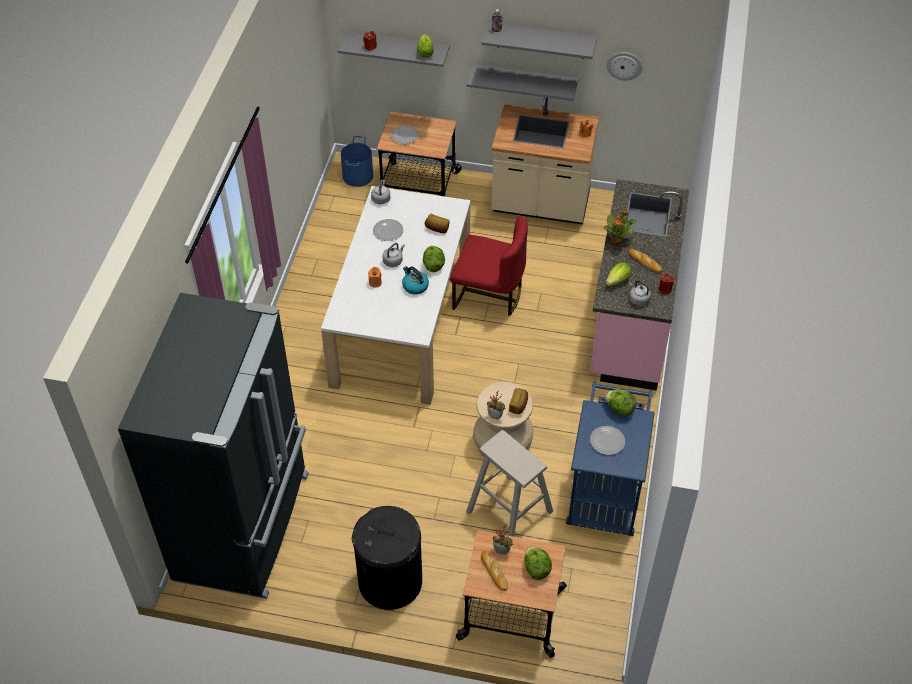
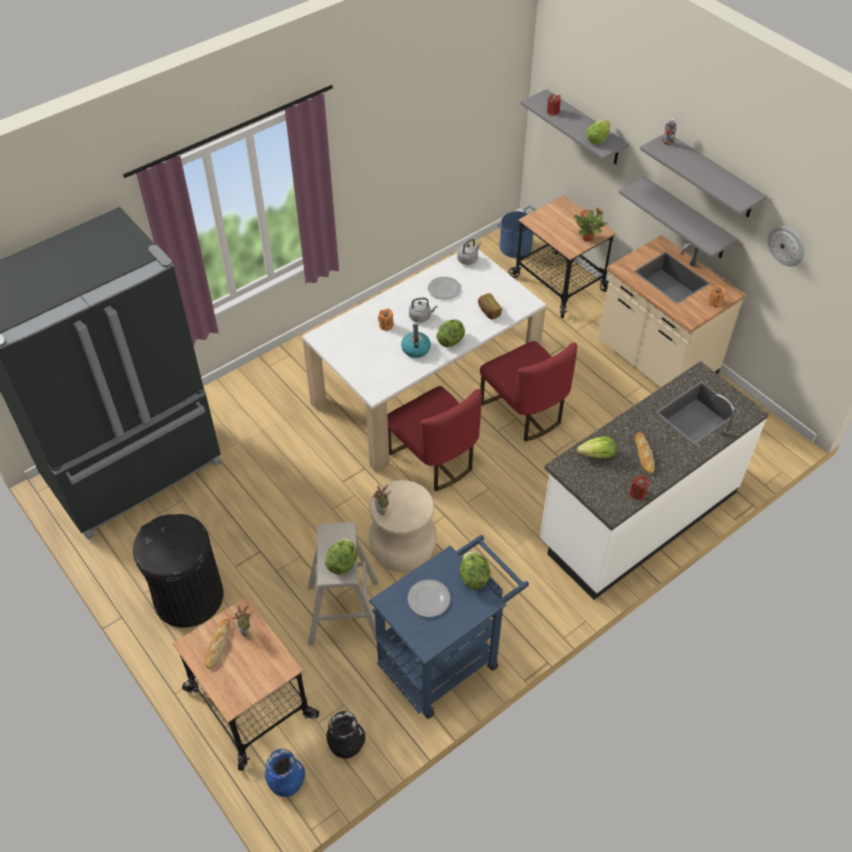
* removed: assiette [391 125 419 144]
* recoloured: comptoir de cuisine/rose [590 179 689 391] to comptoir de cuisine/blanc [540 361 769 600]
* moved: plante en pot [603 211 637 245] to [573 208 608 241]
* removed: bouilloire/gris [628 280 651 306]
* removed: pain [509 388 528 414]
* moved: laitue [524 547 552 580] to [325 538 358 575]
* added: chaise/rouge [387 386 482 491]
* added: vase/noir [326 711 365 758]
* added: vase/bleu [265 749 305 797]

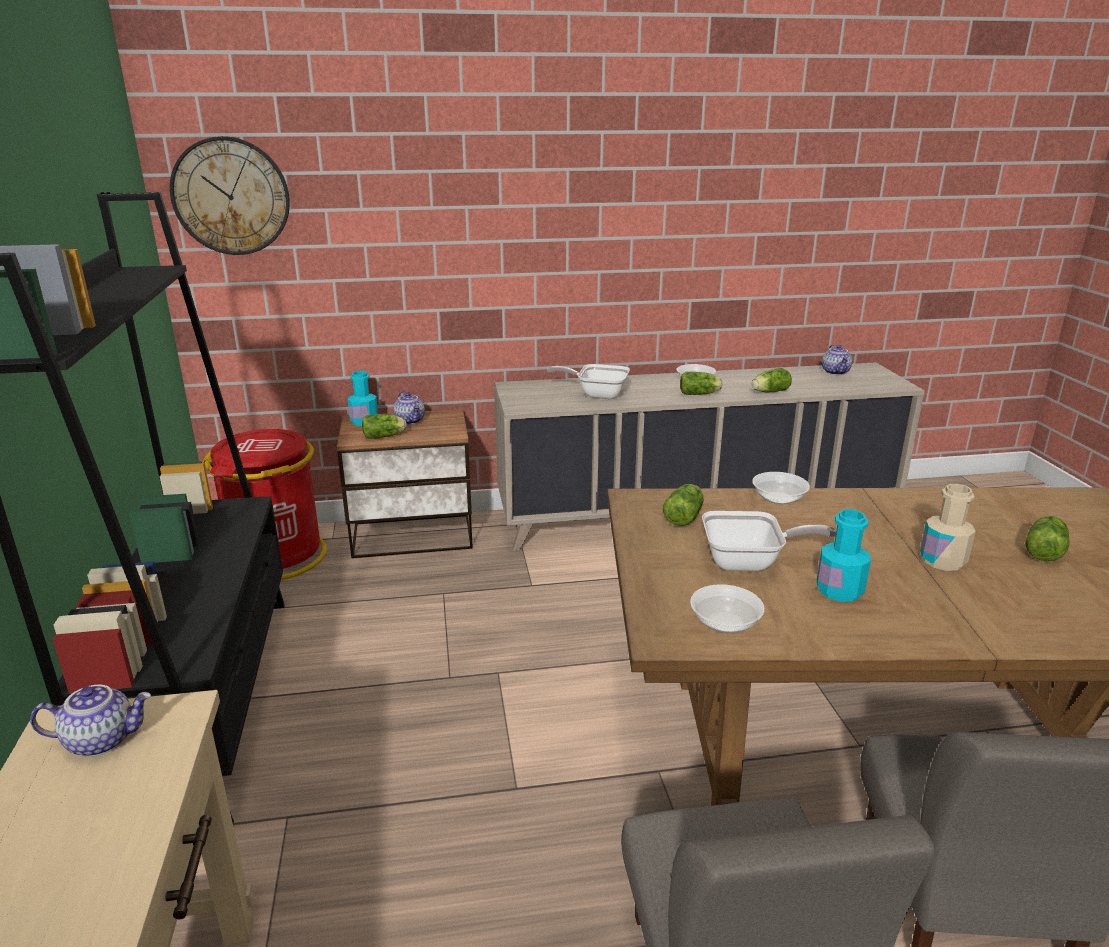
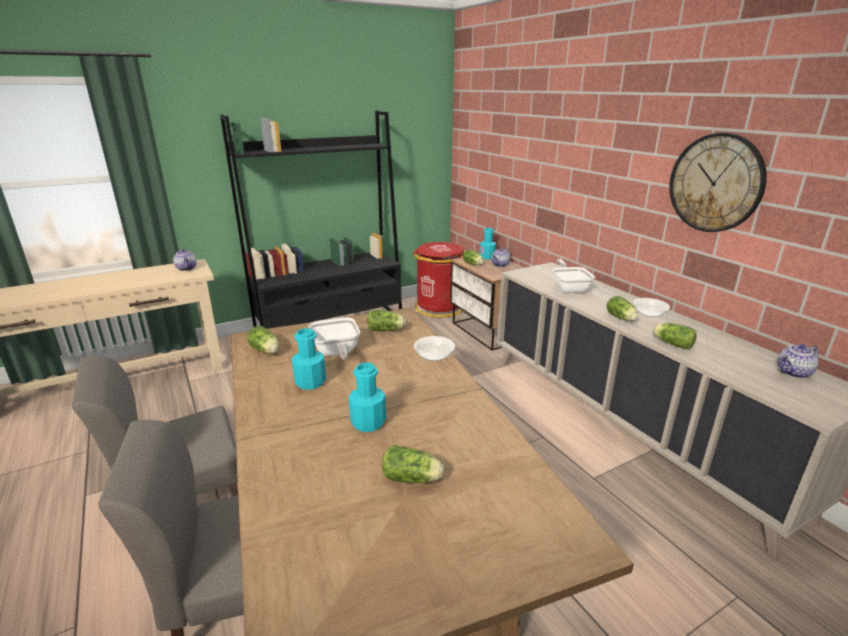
* moved: horloge murale [170 136 290 255] to [669 133 767 232]
* recoloured: bouteille/beige [920 484 976 571] to bouteille/turquoise [349 363 386 432]
* replaced: bol [690 584 765 633] to laitue [247 326 280 354]

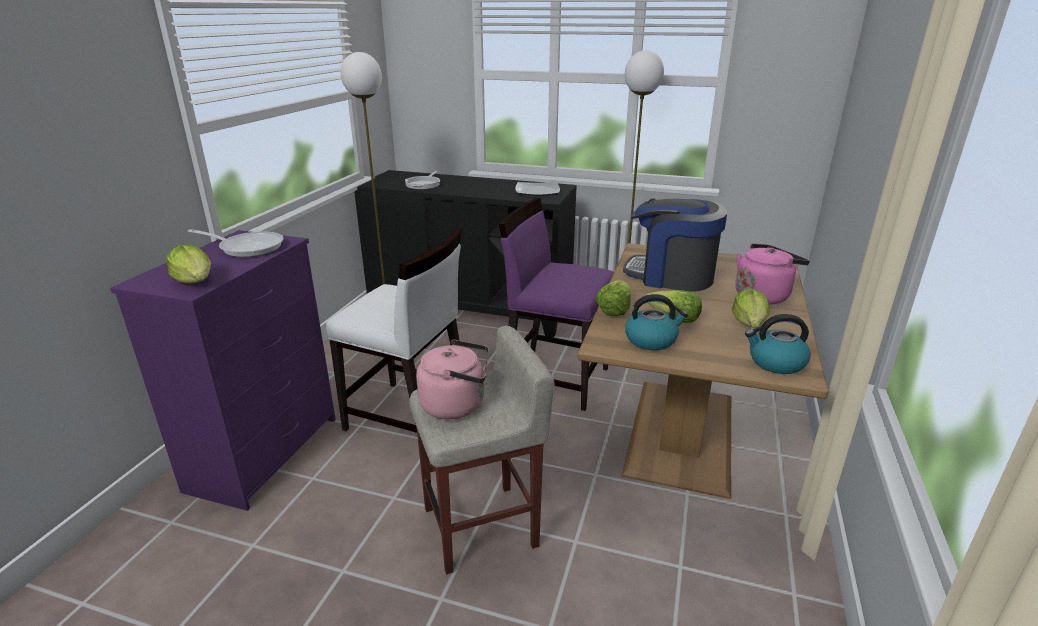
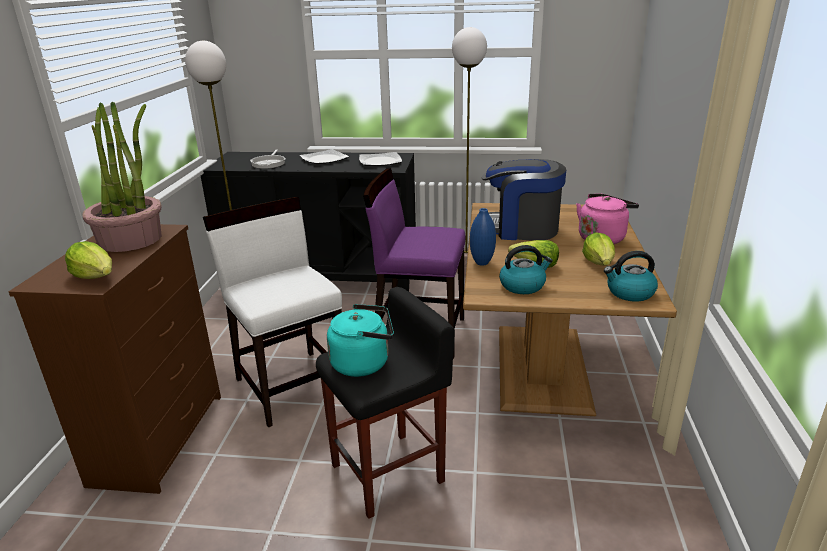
* turned: chaise/blanc [326 228 462 433] = [203 197 342 428] 135 degrees counterclockwise
* replaced: poêle [188 229 284 257] to plante en pot [82 102 162 252]
* recoloured: commode/violet [110 230 336 511] to commode/marron [9 224 221 494]
* replaced: laitue [595 281 631 316] to vase/bleu [470 208 496 266]
* recoloured: tabouret/beige [409 326 554 574] to tabouret/noir [316 287 455 519]
* recoloured: bouilloire/rose [416 339 489 419] to bouilloire/turquoise [327 304 394 377]
* added: assiette [300 149 349 164]

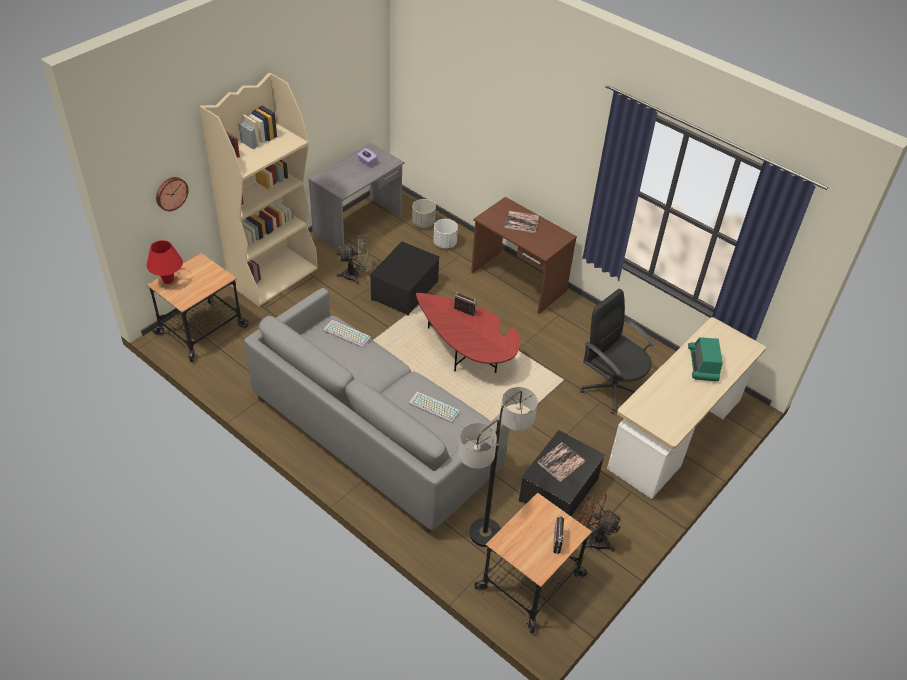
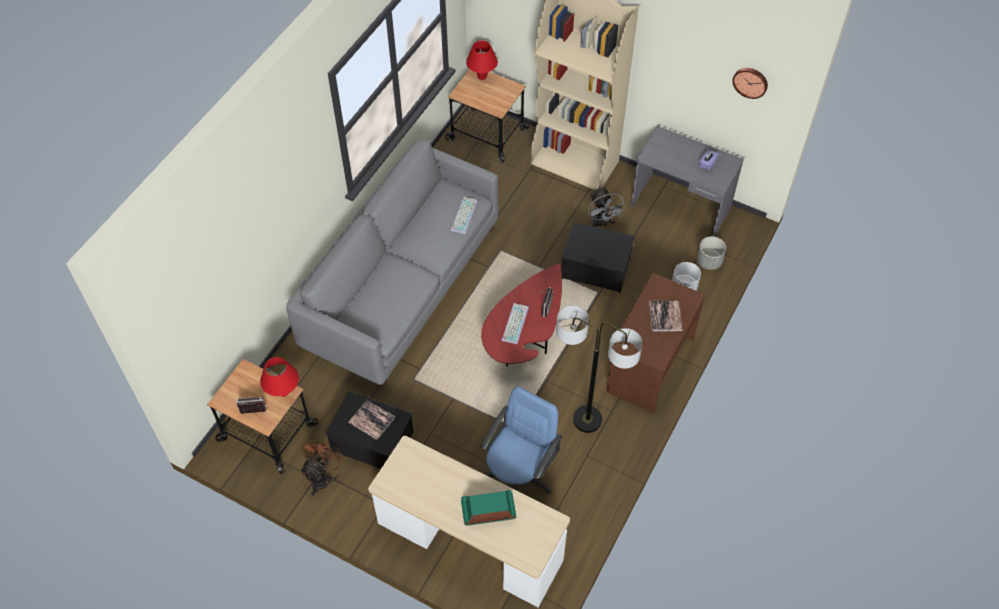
* moved: horloge murale [156 177 188 211] to [732 68 768 99]
* recoloured: chaise de bureau/noir [580 289 655 414] to chaise de bureau/bleu [480 386 562 494]
* moved: lampadaire [459 387 538 547] to [556 305 643 433]
* moved: clavier [409 391 460 423] to [502 303 529 344]
* added: lampe de table/rouge [260 357 299 397]

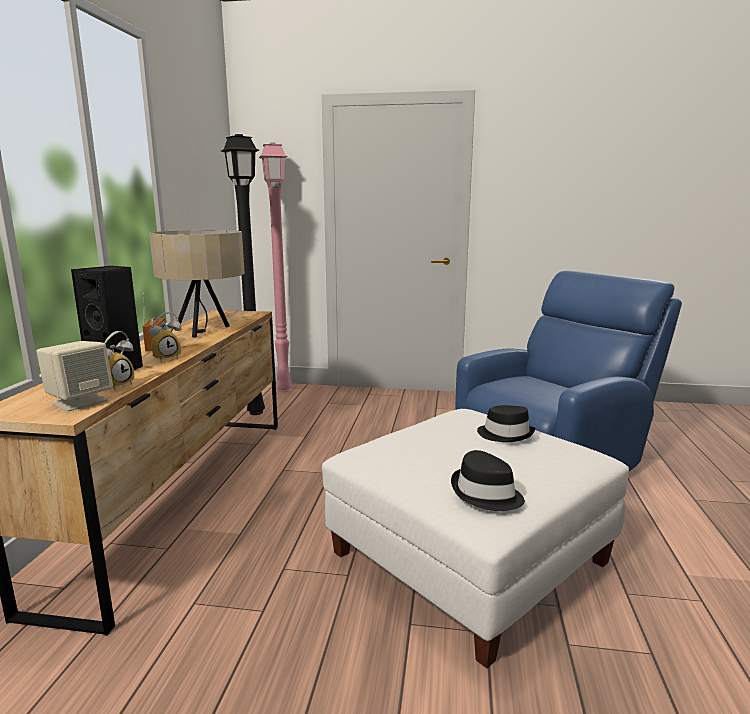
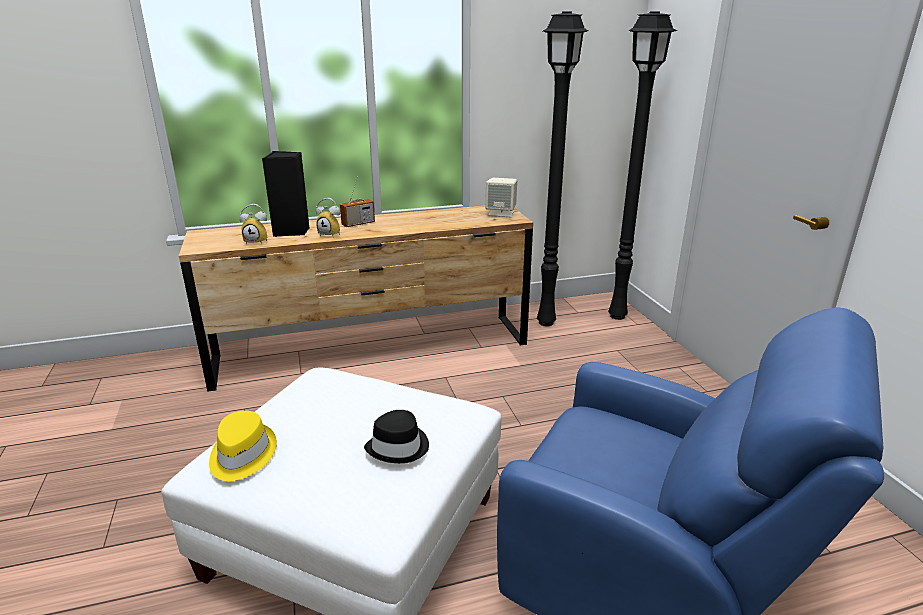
* recoloured: lampadaire/rose [259 142 292 392] to lampadaire/noir [608 11 677 320]
* removed: lampe de table/beige [149 230 245 338]
* moved: enceinte/beige [37 341 113 412] to [485 178 517 217]
* recoloured: chapeau/noir [451 450 525 511] to chapeau/jaune [209 411 277 481]

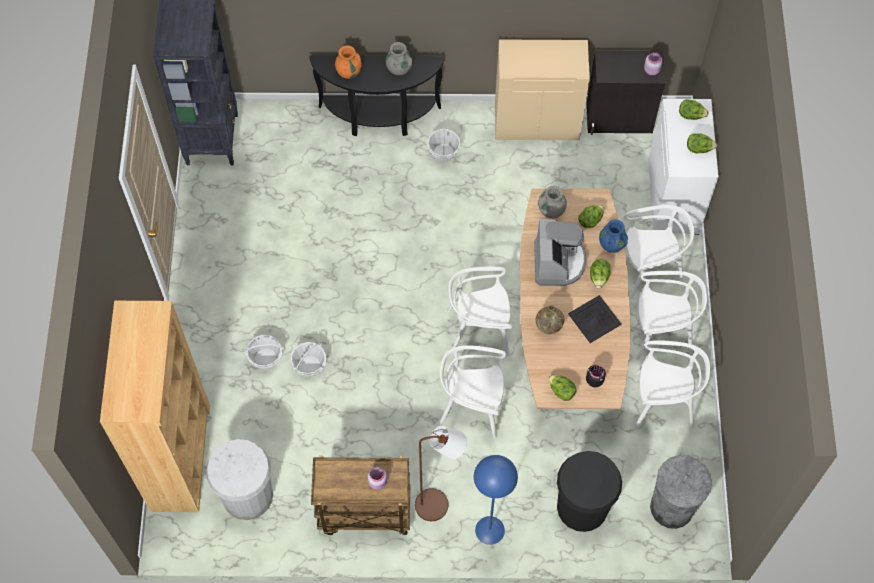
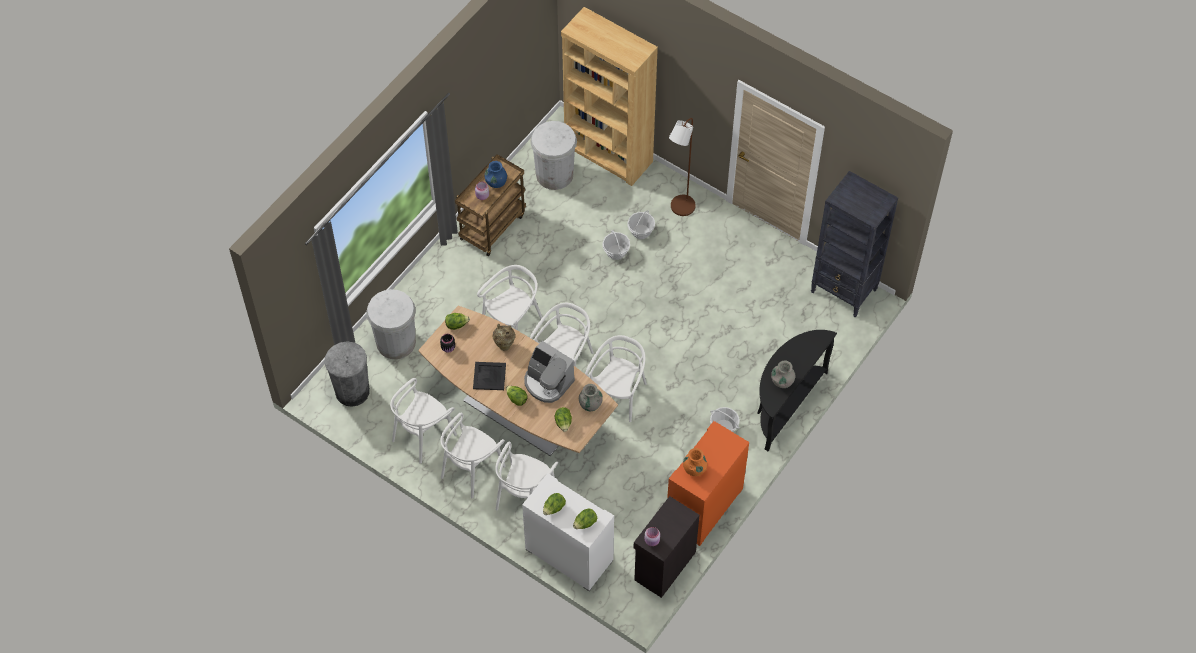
* recoloured: meuble de rangement/beige [495 39 590 140] to meuble de rangement/orange [667 421 749 546]
* moved: vase/orange [335 45 361 79] to [683 448 708 476]
* moved: vase/bleu [599 219 628 253] to [484 161 507 188]
* moved: lampadaire/marron [415 426 467 521] to [669 118 696 216]
* recoloured: poubelle/noir [557 451 622 532] to poubelle/blanc [366 289 416 359]
* removed: lampadaire/bleu [474 455 518 545]
* added: chaise/blanc [585 335 647 422]

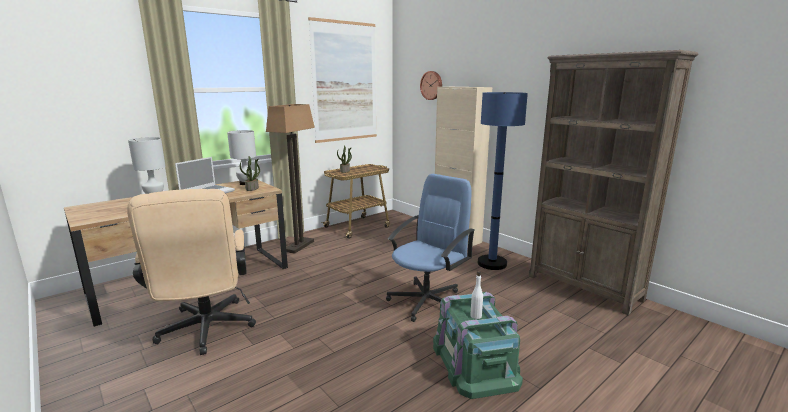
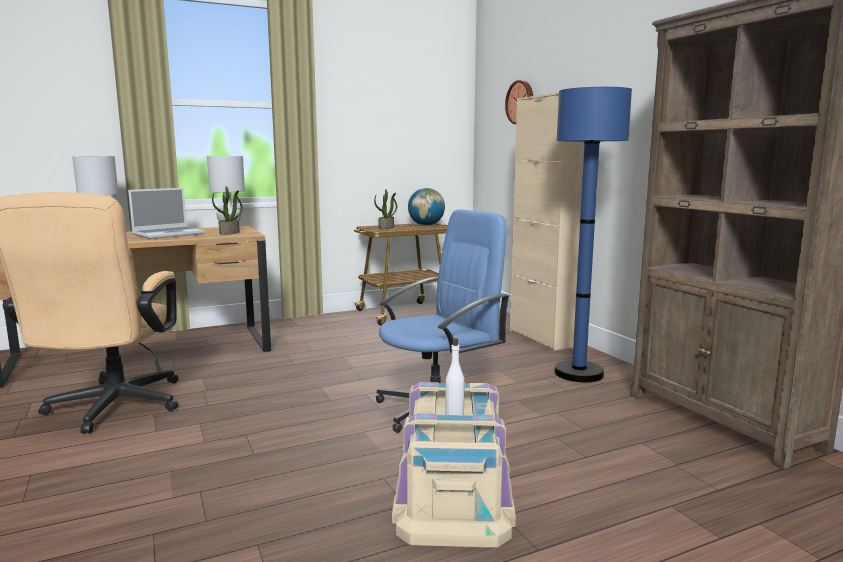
* removed: tableau [308 17 377 143]
* removed: lampadaire [266 104 315 254]
* recoloured: boîte de rangement/vert [433 292 523 399] to boîte de rangement/beige [392 382 516 548]
* added: globe [408 188 445 226]

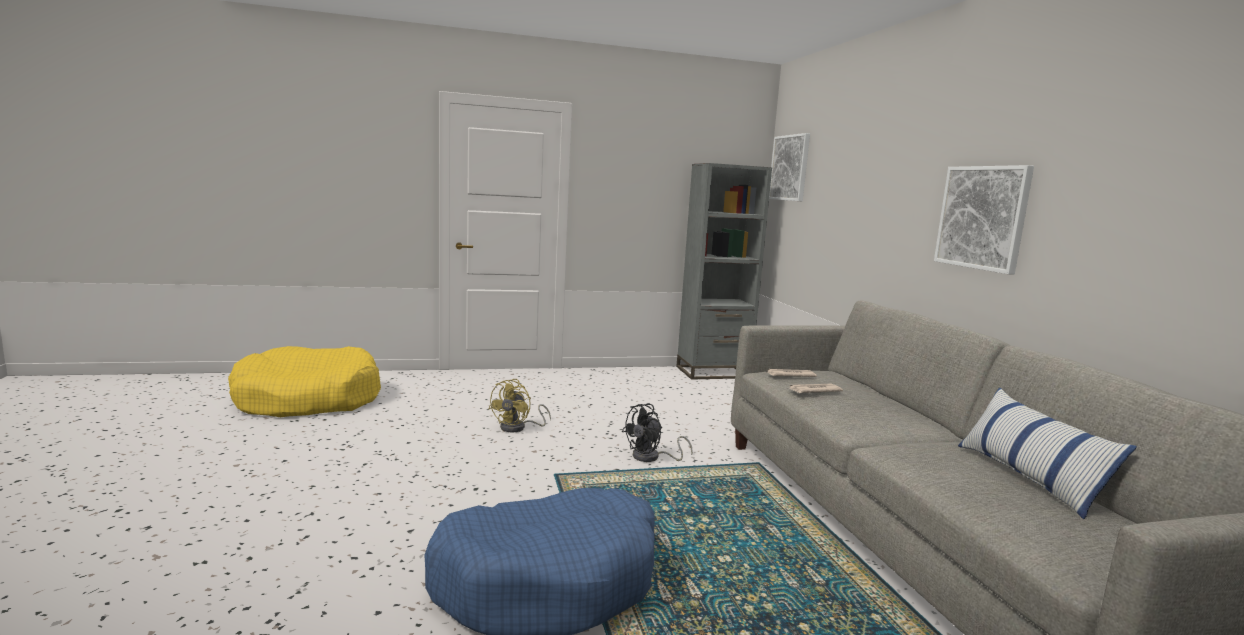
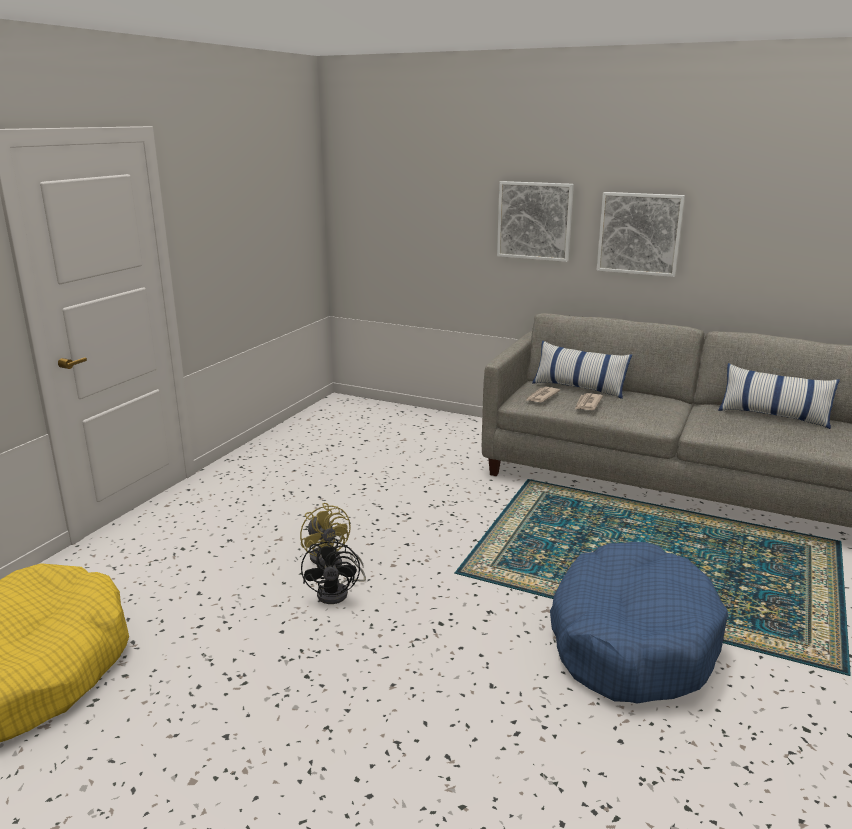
* moved: tableau [769 133 810 201] to [497 181 574 262]
* removed: bibliothèque/gris [676 163 772 380]
* moved: ventilateur/noir [622 404 693 462] to [301 537 366 604]
* added: coussin [532 341 632 399]

